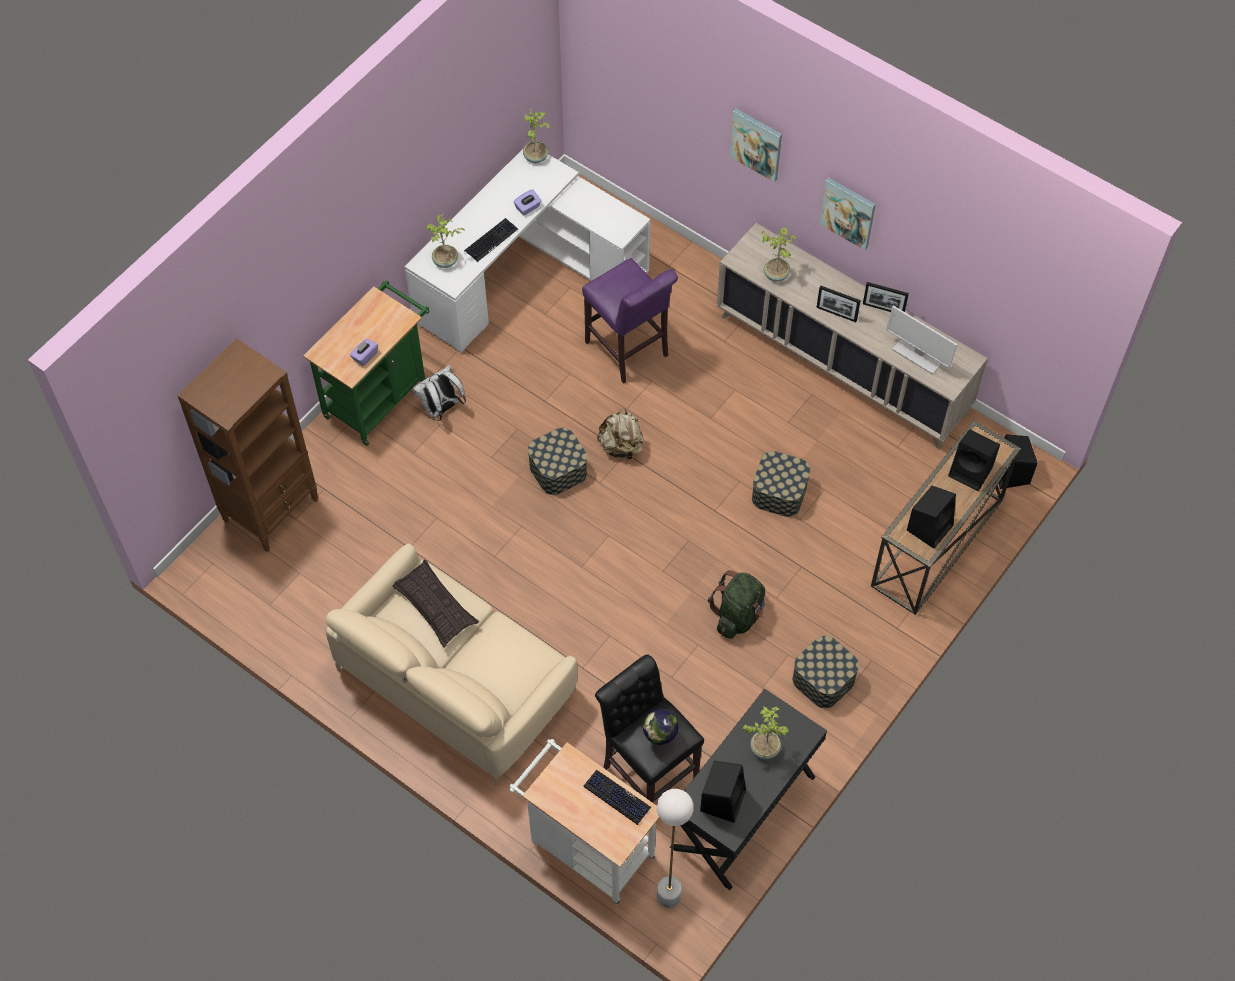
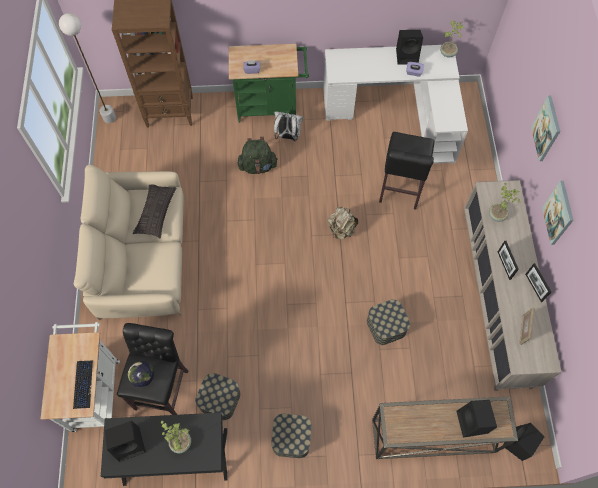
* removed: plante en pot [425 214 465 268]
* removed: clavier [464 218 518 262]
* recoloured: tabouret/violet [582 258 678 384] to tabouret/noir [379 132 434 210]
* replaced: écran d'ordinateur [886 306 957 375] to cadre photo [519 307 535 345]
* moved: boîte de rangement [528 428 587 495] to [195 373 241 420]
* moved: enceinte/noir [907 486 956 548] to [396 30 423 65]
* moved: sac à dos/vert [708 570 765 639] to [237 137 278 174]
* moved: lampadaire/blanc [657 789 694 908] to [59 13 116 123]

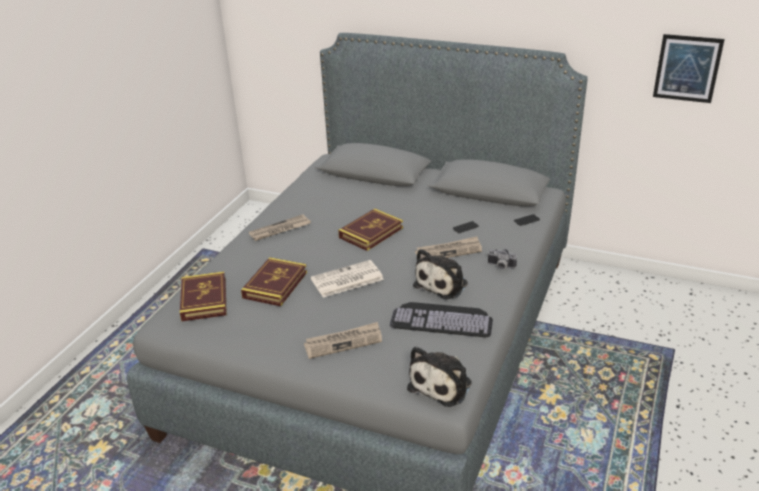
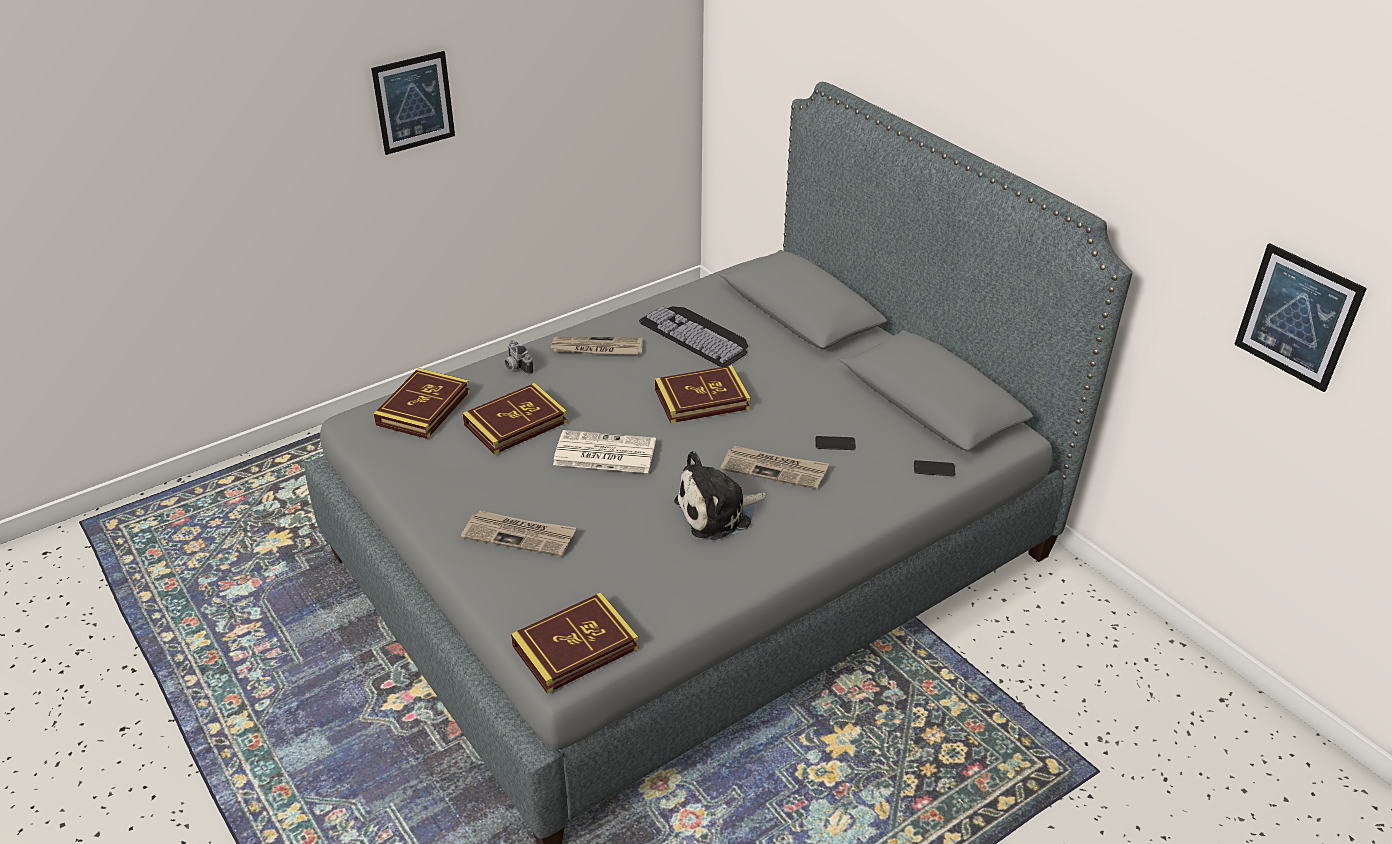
* moved: appareil photo [487 249 517 269] to [505 340 534 375]
* moved: clavier [390 302 493 337] to [639 306 748 367]
* replaced: peluche [407 346 472 407] to livre [511 593 639 694]
* added: tableau [371 51 455 155]

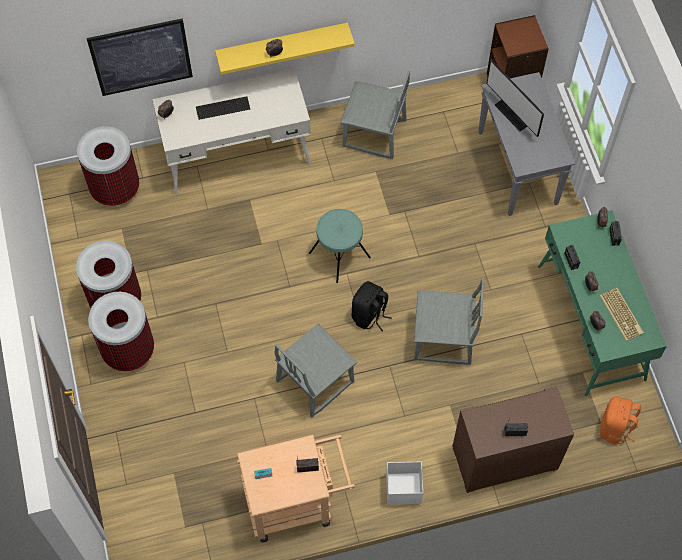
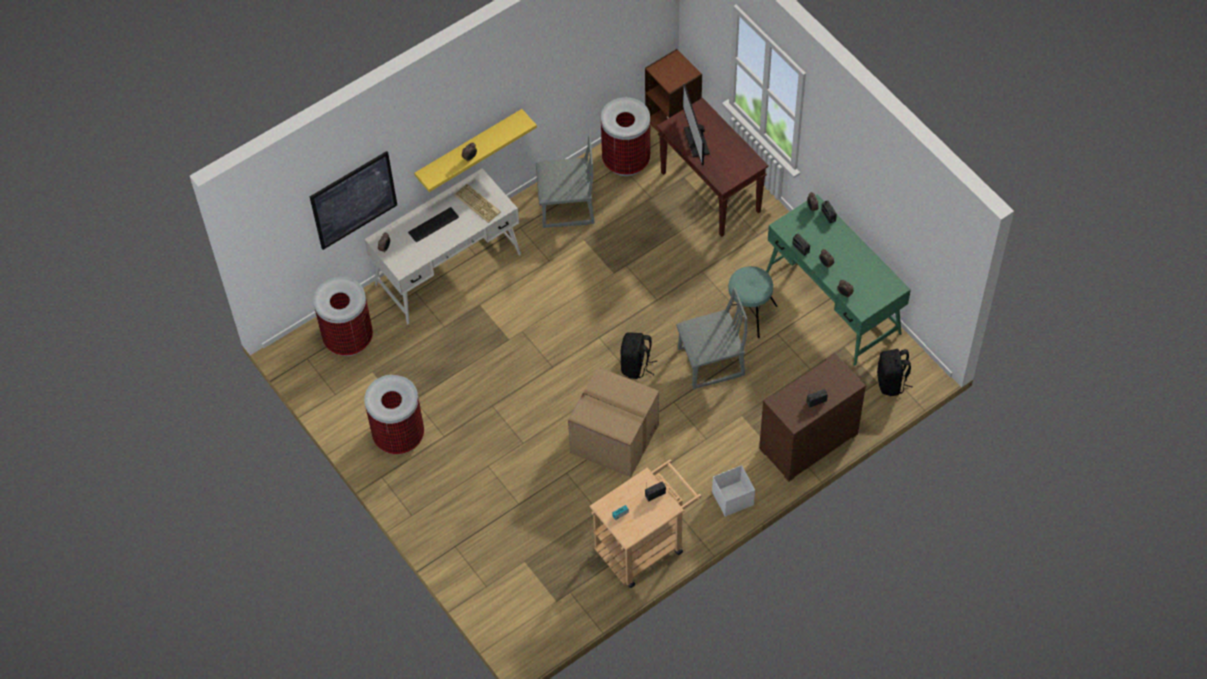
* turned: écran d'ordinateur [487 60 544 137] = [683 84 710 165] 45 degrees clockwise
* recoloured: table console/gris [478 72 575 216] to table console/marron [657 98 769 237]
* moved: tabouret/turquoise [309 209 371 283] to [728 266 778 339]
* moved: clavier [600 288 644 341] to [455 184 501 223]
* moved: poubelle [88 292 154 371] to [601 97 650 176]
* replaced: chaise/gris [274 324 357 417] to carton [568 367 659 478]
* recoloured: sac à dos/orange [600 396 641 444] to sac à dos/noir [877 349 913 396]

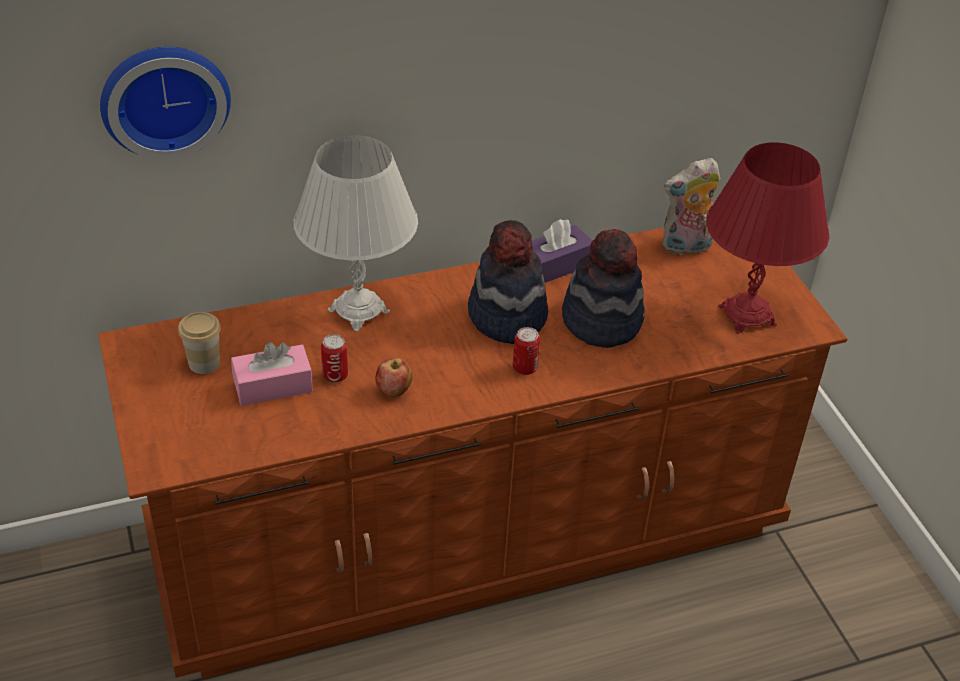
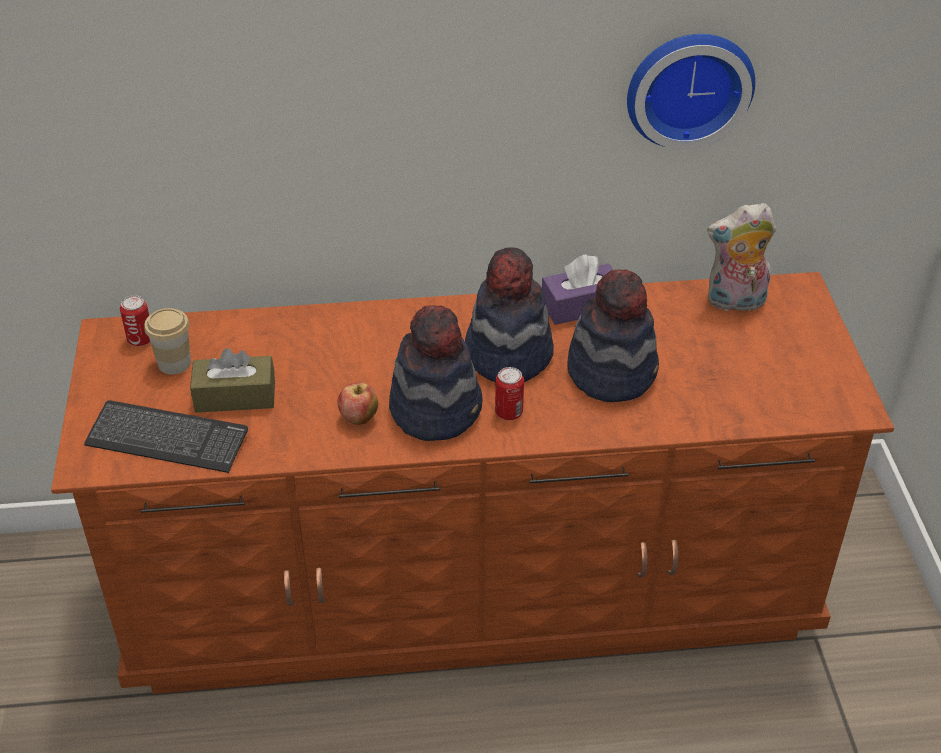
* moved: horloge murale [100 47 231 160] to [627 34 755 150]
* removed: lampe de table/blanc [294 135 418 332]
* removed: lampe de table/rouge [706 142 829 334]
* moved: boîte métallique [321 334 348 383] to [120 295 150 346]
* recoloured: boîte à mouchoirs/rose [231 342 313 406] to boîte à mouchoirs/marron [190 348 275 413]
* added: chapeau [389 305 483 441]
* added: clavier [84 400 248 473]

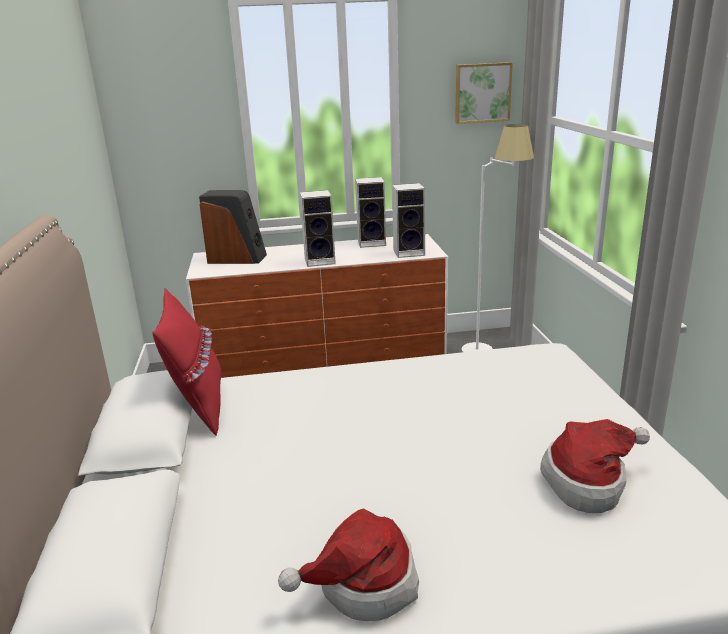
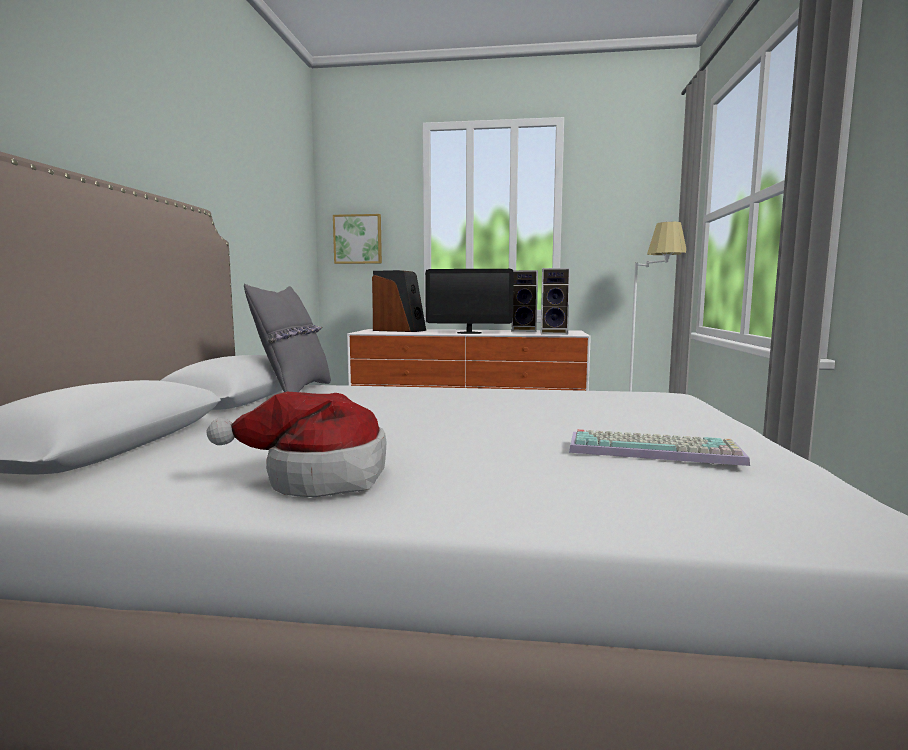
* moved: tableau [455 62 513 124] to [333 214 382 264]
* replaced: enceinte [300 190 336 267] to écran d'ordinateur [425 269 514 334]
* recoloured: coussin/rouge [153 288 222 435] to coussin/gris [244 284 331 392]
* replaced: chapeau [540 419 650 513] to clavier [569 429 750 466]

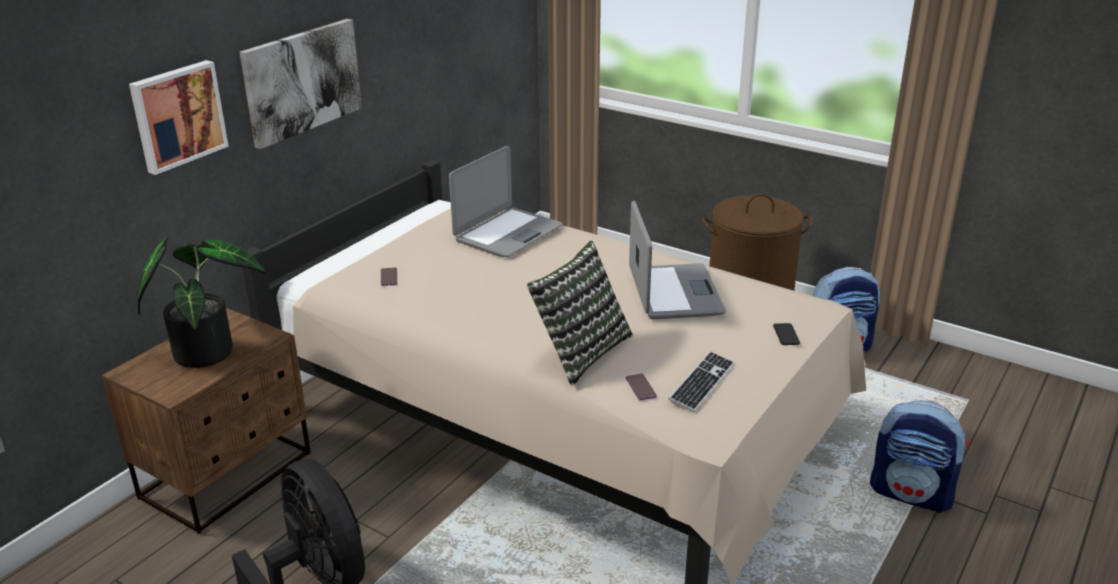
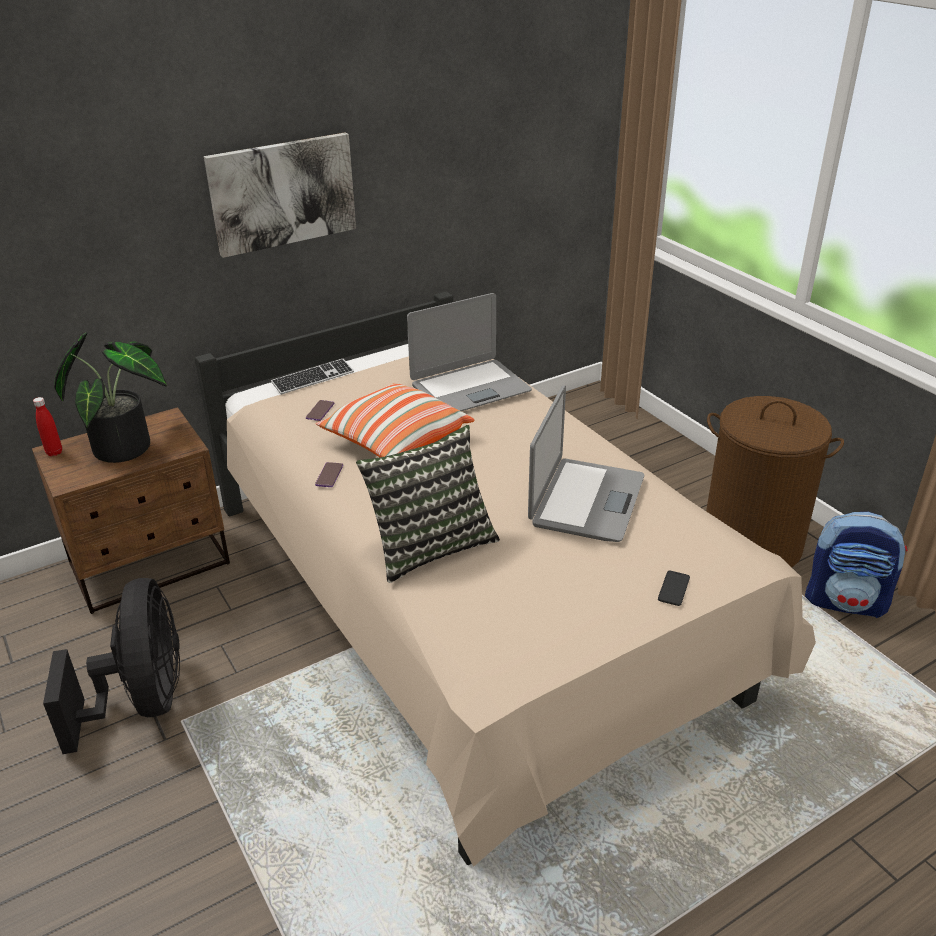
* removed: tableau [129 60 229 175]
* moved: clavier [668 351 735 412] to [271 359 354 395]
* moved: téléphone [626 374 657 400] to [315 462 343 487]
* removed: sac à dos [870 400 969 513]
* added: coussin [315 383 474 457]
* added: bouteille/rouge [33 397 62 456]

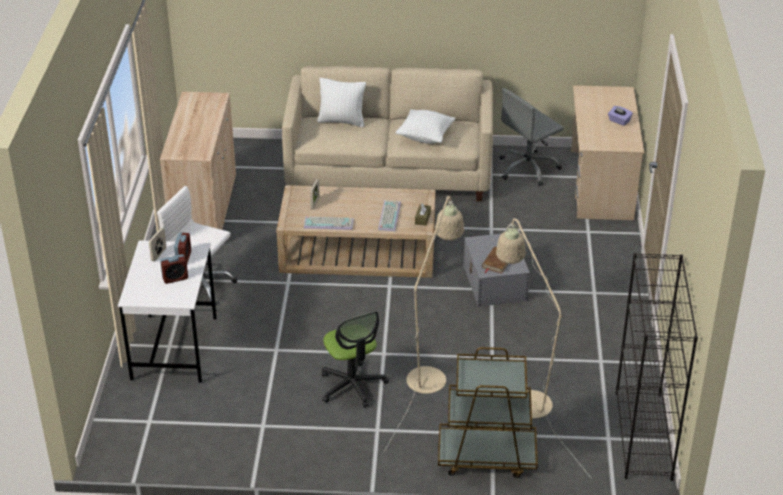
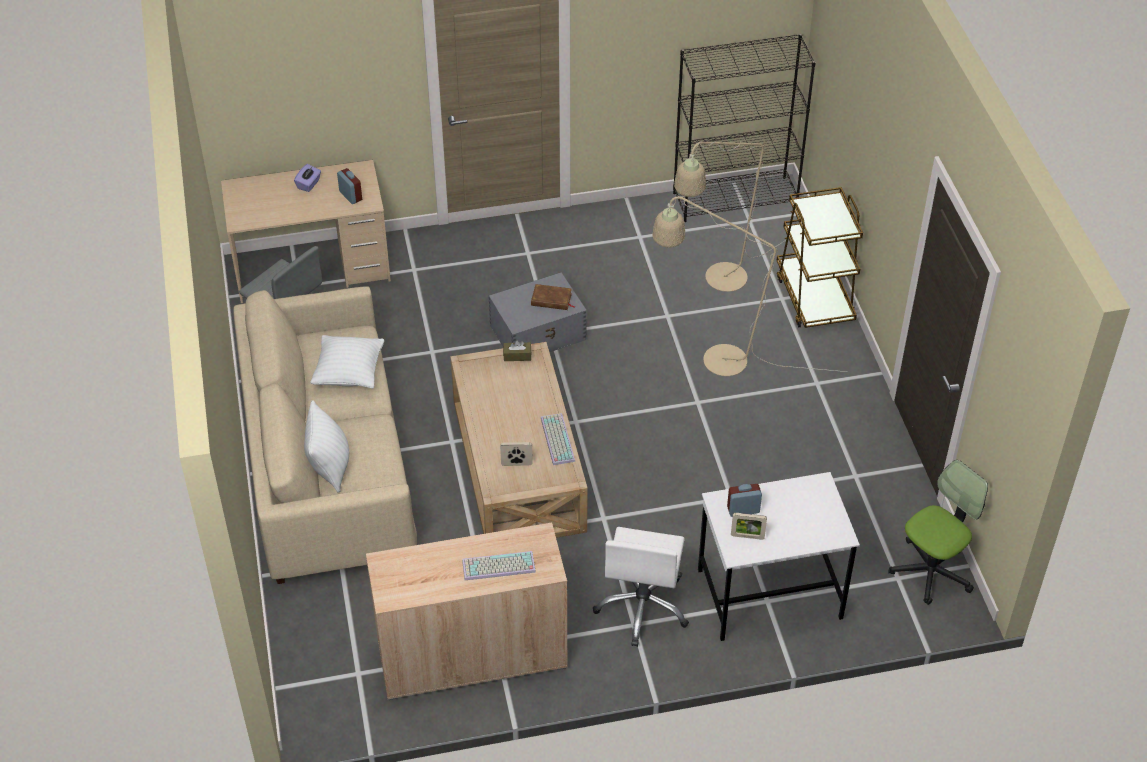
* moved: clavier [378 200 401 231] to [462 551 536 580]
* moved: réveil [160 254 188 284] to [337 168 362 204]
* moved: chaise de bureau [322 311 389 408] to [888 460 988 605]

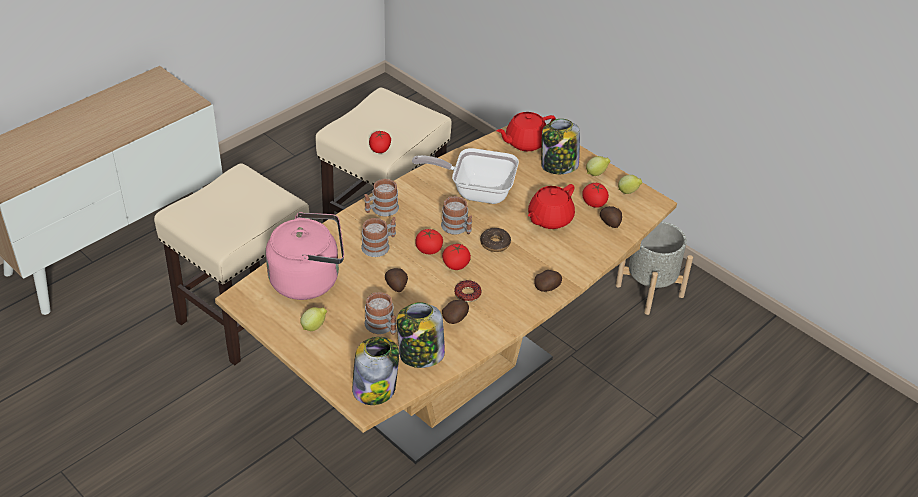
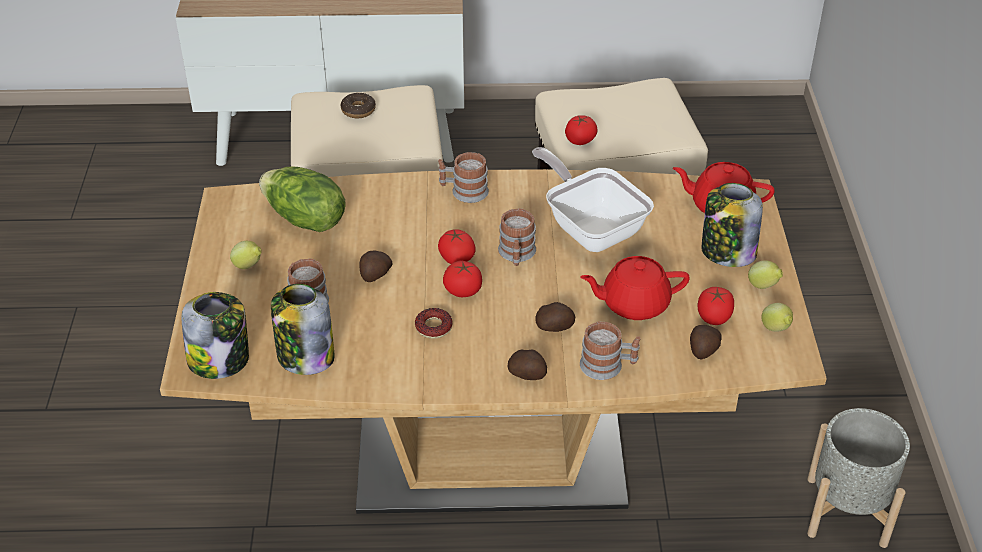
* replaced: bouilloire/rose [266 212 344 300] to laitue [259 166 346 232]
* moved: mug [361 217 396 257] to [580 321 641 380]
* moved: beignet [480 228 511 252] to [341 93 376 118]
* moved: pomme de terre [442 300 469 324] to [536 302 575 332]

